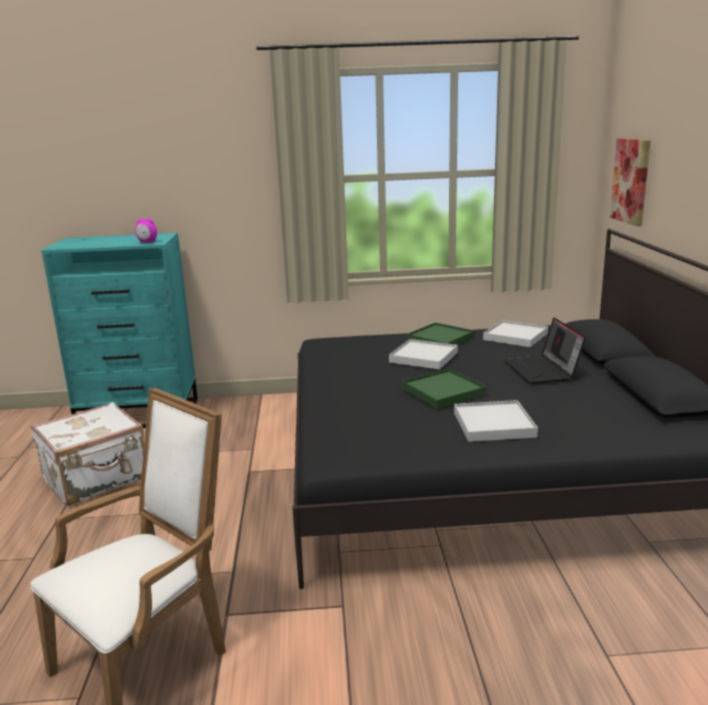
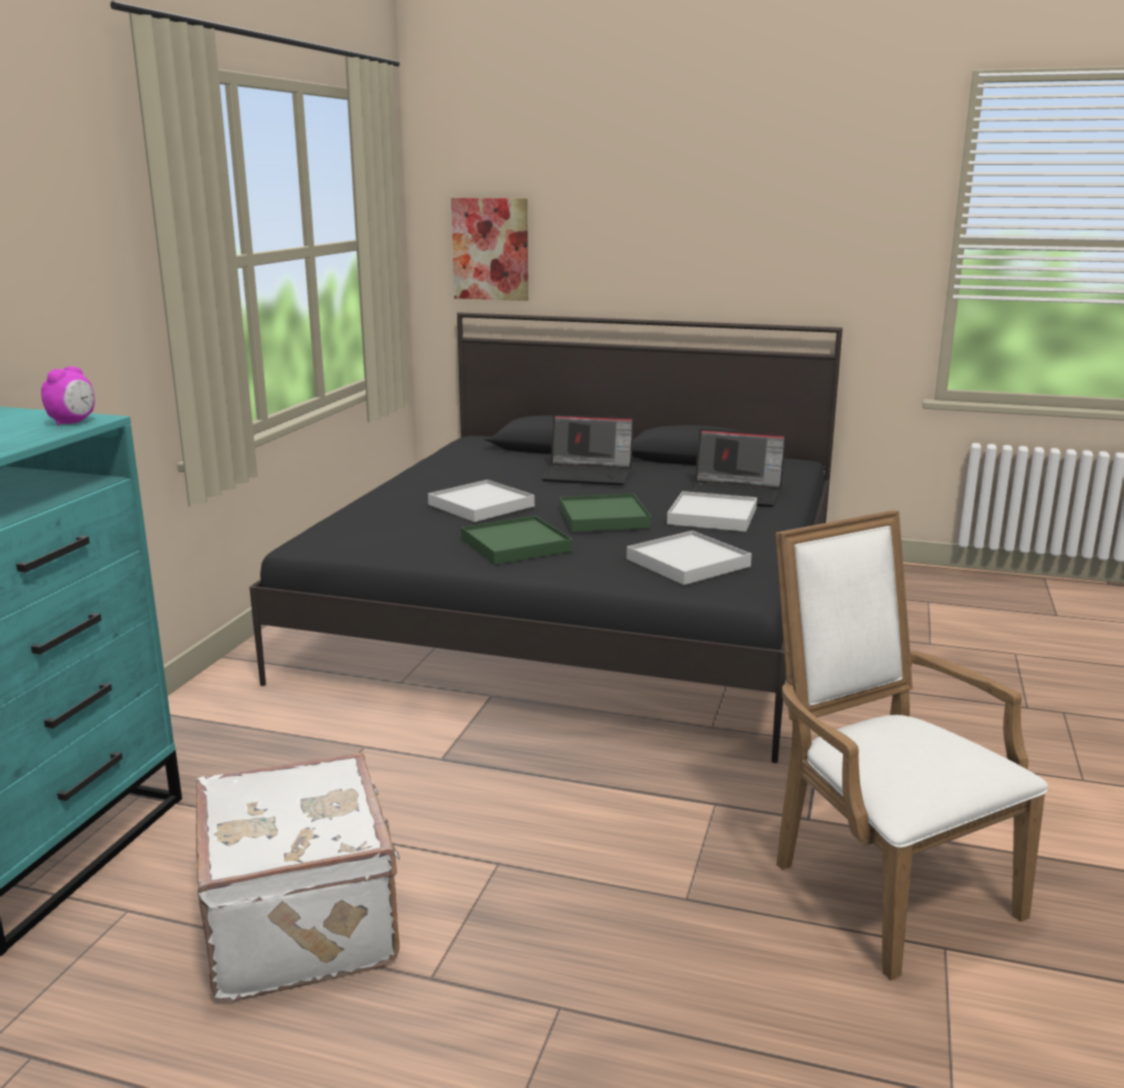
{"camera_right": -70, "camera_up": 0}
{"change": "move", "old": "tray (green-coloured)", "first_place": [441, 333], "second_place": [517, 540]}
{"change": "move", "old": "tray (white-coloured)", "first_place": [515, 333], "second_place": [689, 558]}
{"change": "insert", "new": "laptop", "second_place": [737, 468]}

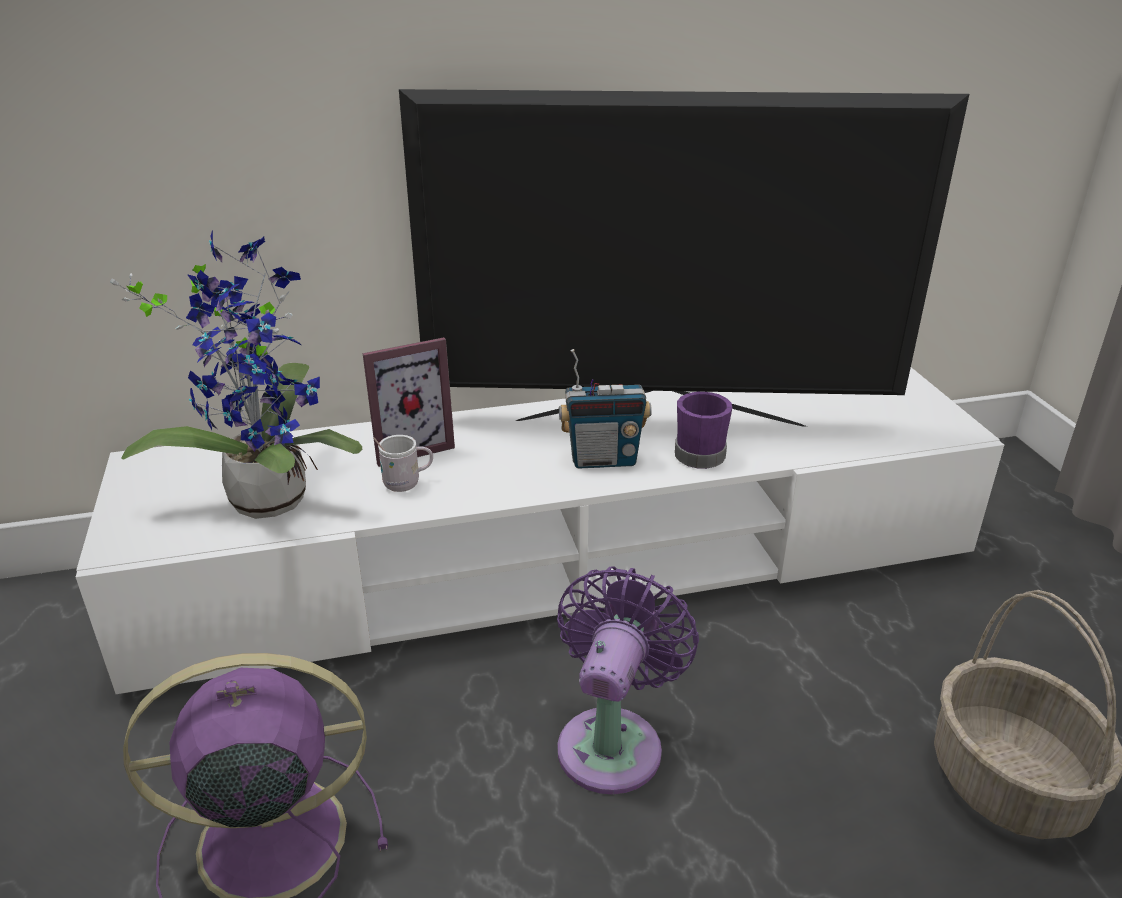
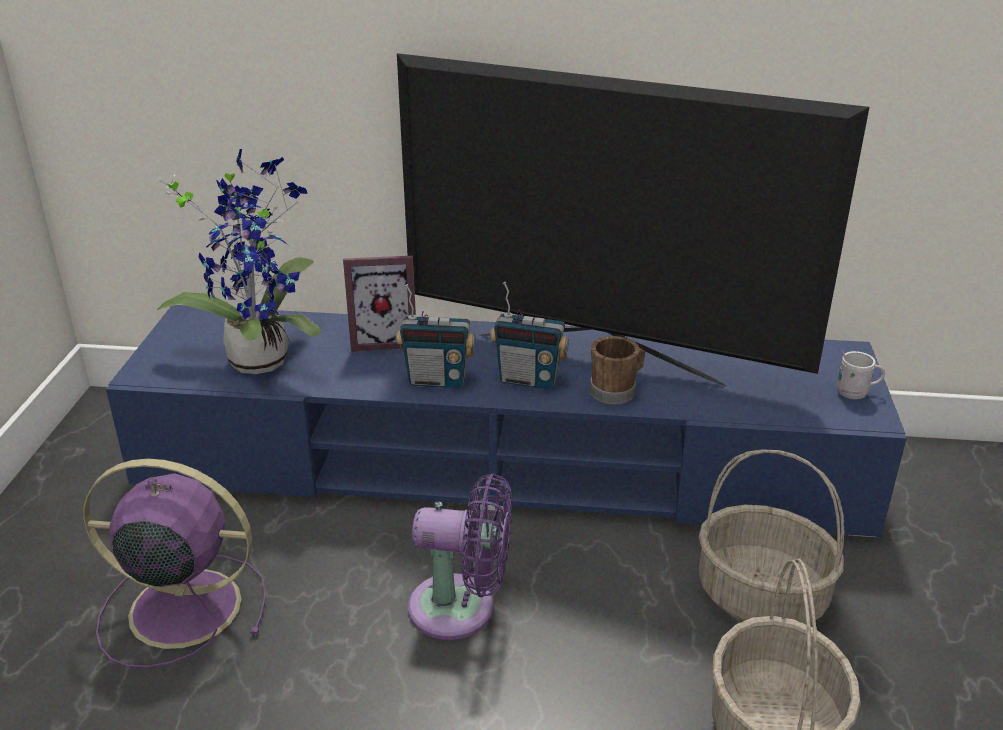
{"camera_right": 20, "camera_up": 0}
{"change": "recolor", "old": "tv stand (white-coloured)", "new": "tv stand (blue)", "first_place": [540, 530], "second_place": [506, 421]}
{"change": "insert", "new": "radio", "second_place": [435, 336]}
{"change": "rotate", "old": "cooling fan (purplish)", "first_place": [628, 680], "second_place": [460, 557], "degrees": 60}
{"change": "recolor", "old": "tea mug (purplish)", "new": "tea mug (brownish)", "first_place": [703, 430], "second_place": [617, 370]}
{"change": "insert", "new": "basket", "second_place": [771, 536]}
{"change": "move", "old": "tea mug (white-coloured)", "first_place": [403, 463], "second_place": [861, 375]}

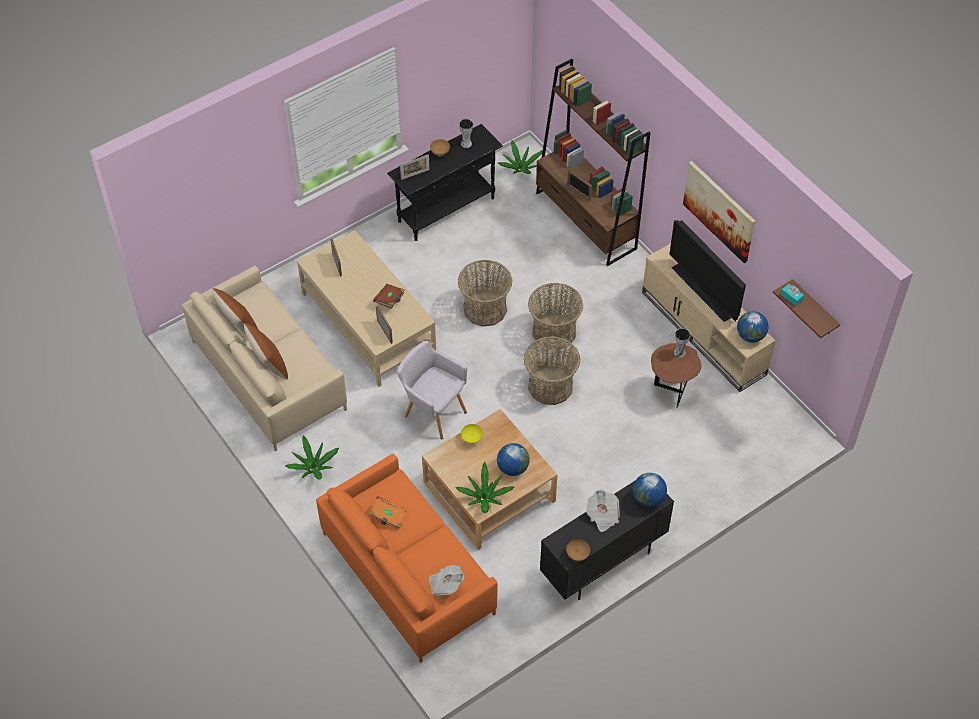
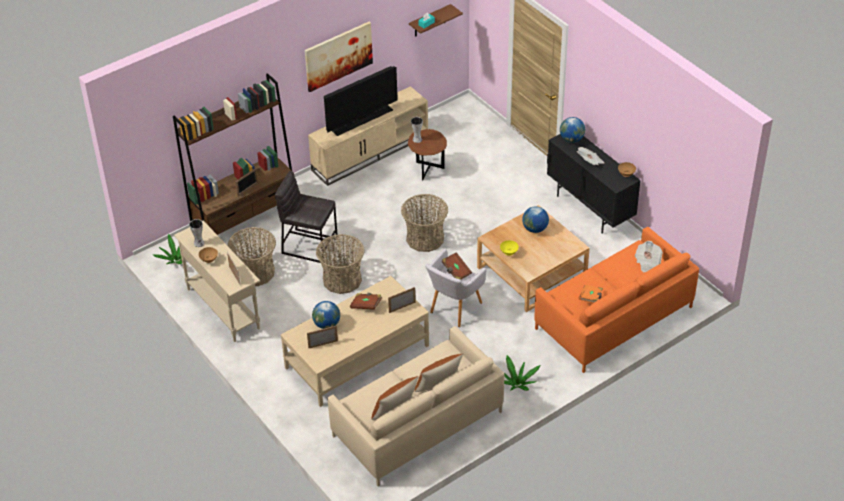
{"camera_right": -90, "camera_up": -10}
{"change": "recolor", "old": "console table (black-coloured)", "new": "console table (sand-coloured)", "first_place": [445, 182], "second_place": [217, 281]}
{"change": "move", "old": "basket", "first_place": [555, 316], "second_place": [252, 256]}
{"change": "insert", "new": "stool (grey)", "second_place": [306, 217]}
{"change": "move", "old": "world globe", "first_place": [753, 326], "second_place": [326, 315]}
{"change": "insert", "new": "volume (brownish)", "second_place": [457, 265]}
{"change": "delete", "old": "houseplant", "first_place": [485, 487]}

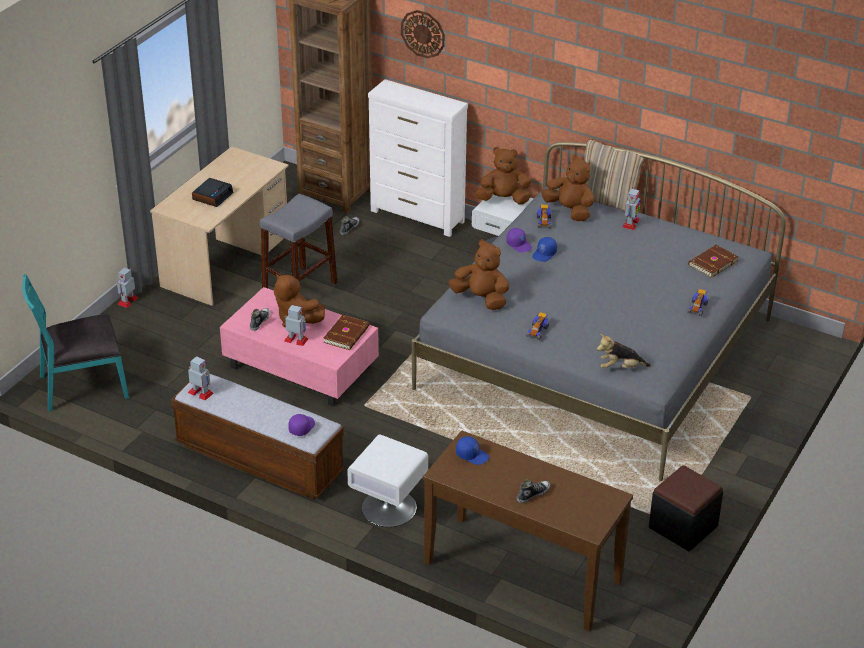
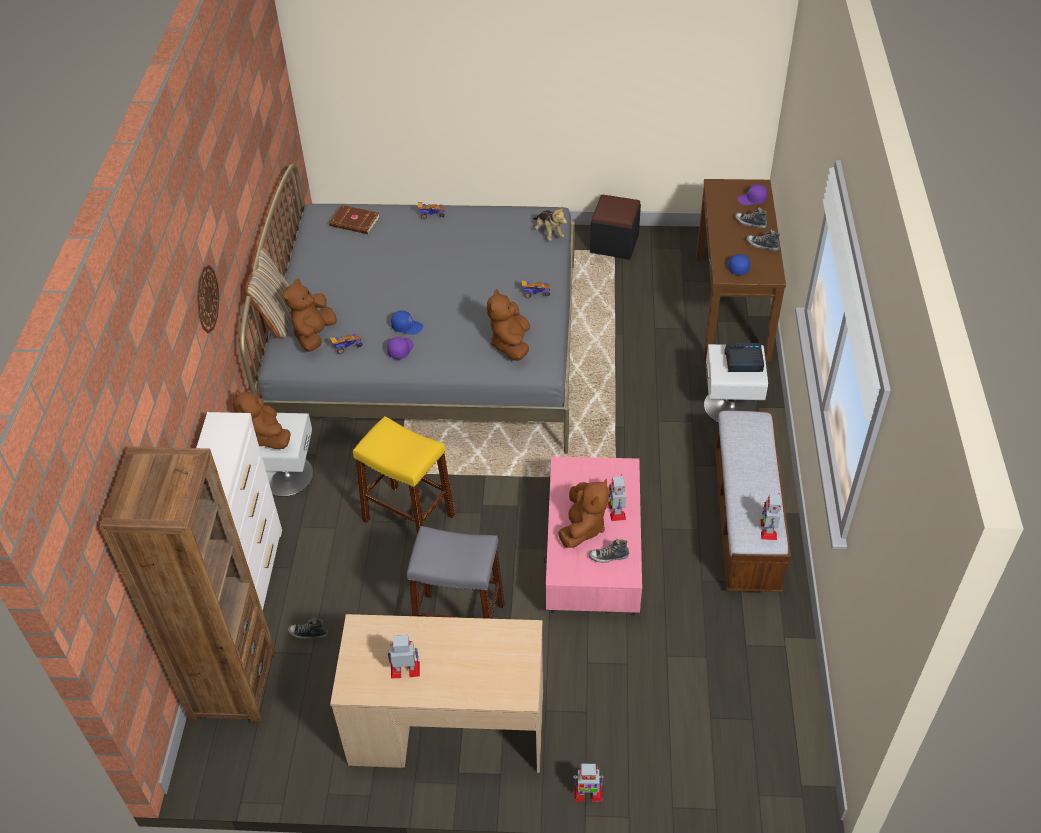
{"camera_right": -115, "camera_up": 10}
{"change": "move", "old": "clock on the wall", "first_place": [423, 34], "second_place": [208, 299]}
{"change": "insert", "new": "stool (yellowish)", "second_place": [404, 475]}
{"change": "move", "old": "model robot", "first_place": [631, 208], "second_place": [403, 657]}
{"change": "move", "old": "alarm clock", "first_place": [212, 192], "second_place": [744, 357]}
{"change": "move", "old": "baseball cap (purplish)", "first_place": [301, 425], "second_place": [752, 194]}
{"change": "insert", "new": "low shoe", "second_place": [763, 240]}
{"change": "delete", "old": "chair (blue-green)", "first_place": [75, 343]}
{"change": "delete", "old": "volume (brownish)", "first_place": [346, 332]}

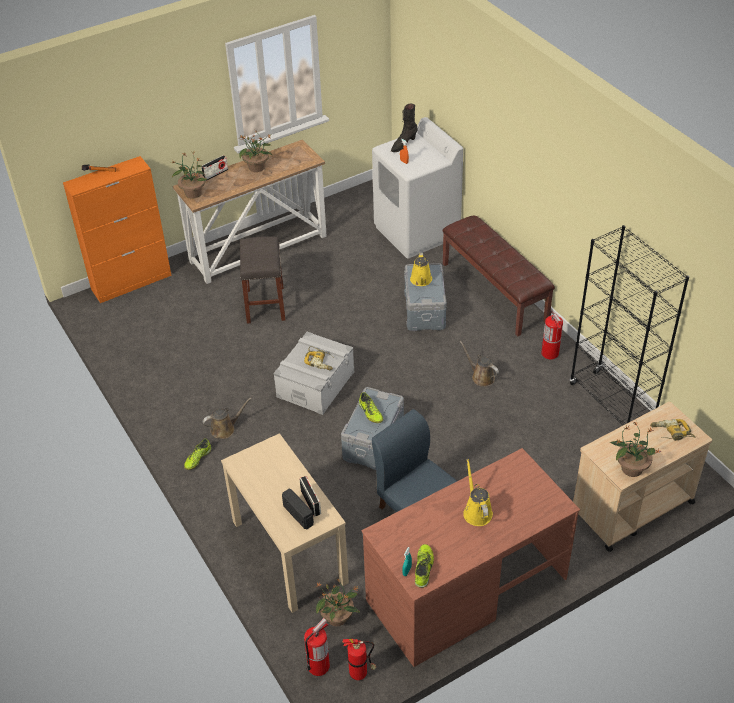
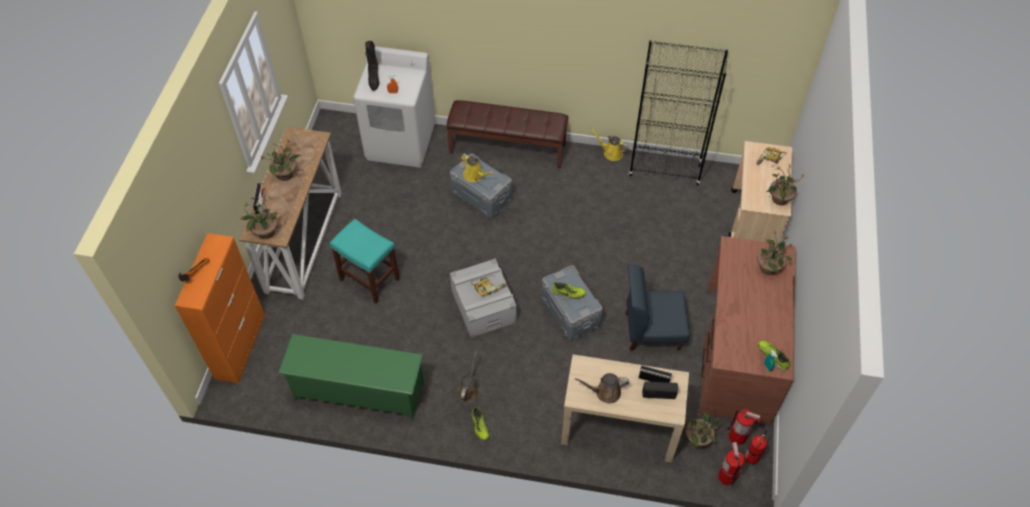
{"camera_right": -50, "camera_up": 10}
{"change": "insert", "new": "shoe stand (green-coloured)", "second_place": [351, 377]}
{"change": "recolor", "old": "stool (grey)", "new": "stool (blue-green)", "first_place": [262, 280], "second_place": [365, 261]}
{"change": "move", "old": "watering can (brownish)", "first_place": [479, 364], "second_place": [602, 388]}
{"change": "move", "old": "watering can (yellowish)", "first_place": [478, 492], "second_place": [609, 144]}
{"change": "move", "old": "extinguisher", "first_place": [552, 334], "second_place": [744, 427]}
{"change": "insert", "new": "houseplant", "second_place": [775, 253]}

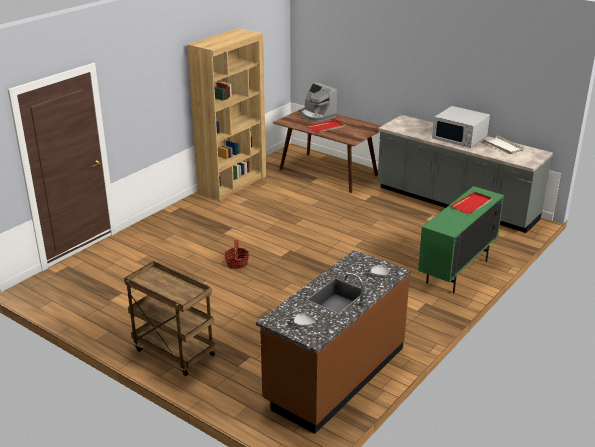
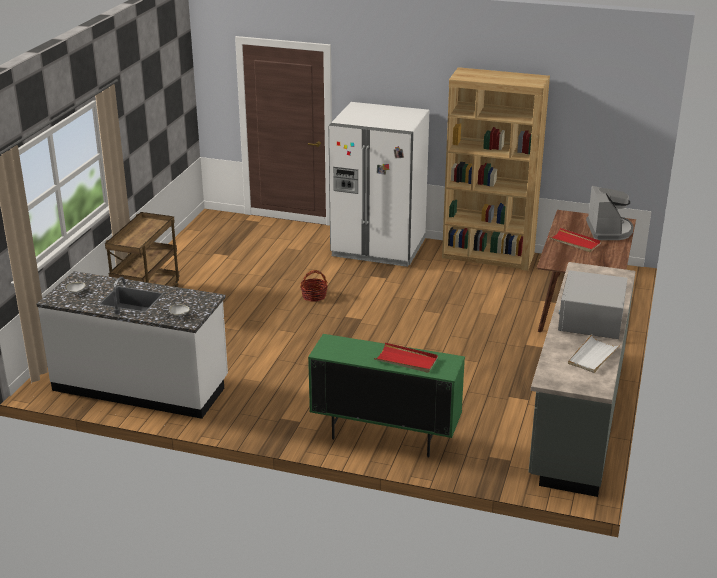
{"camera_right": 70, "camera_up": 0}
{"change": "recolor", "old": "counter (brownish)", "new": "counter (white-coloured)", "first_place": [333, 342], "second_place": [132, 345]}
{"change": "insert", "new": "kitchen fridge (white-coloured)", "second_place": [378, 184]}
{"change": "rotate", "old": "coffee machine", "first_place": [319, 102], "second_place": [610, 213], "degrees": 150}

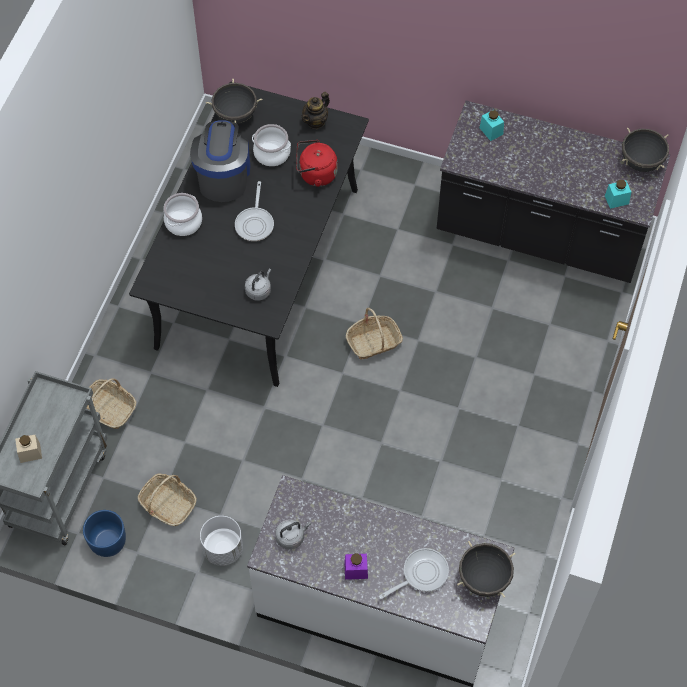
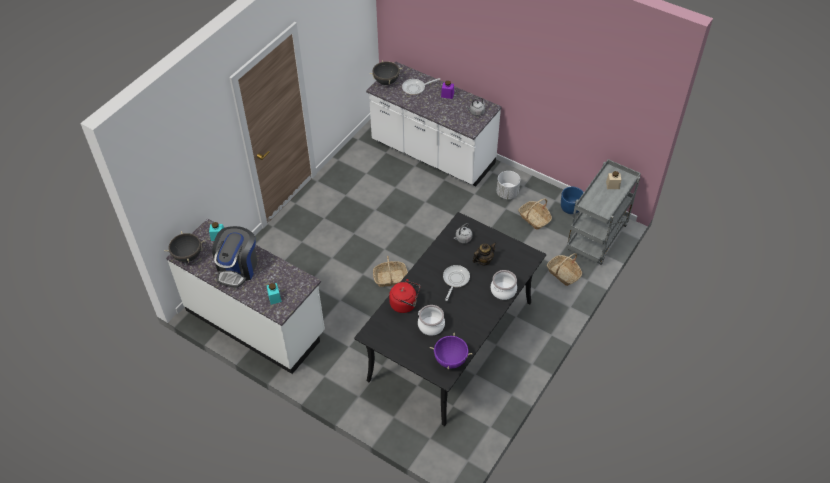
{"camera_right": -165, "camera_up": -10}
{"change": "recolor", "old": "counter (black-coloured)", "new": "counter (white-coloured)", "first_place": [553, 192], "second_place": [245, 296]}
{"change": "move", "old": "coffee machine", "first_place": [220, 161], "second_place": [235, 257]}
{"change": "recolor", "old": "cooking pot (black-coloured)", "new": "cooking pot (purplish)", "first_place": [234, 101], "second_place": [451, 351]}
{"change": "move", "old": "teapot", "first_place": [315, 110], "second_place": [484, 254]}

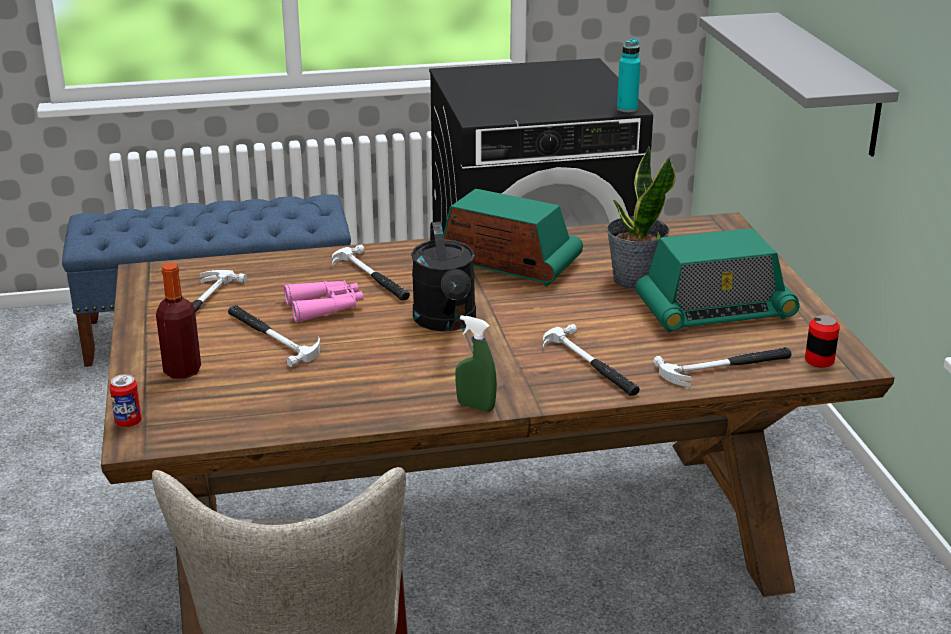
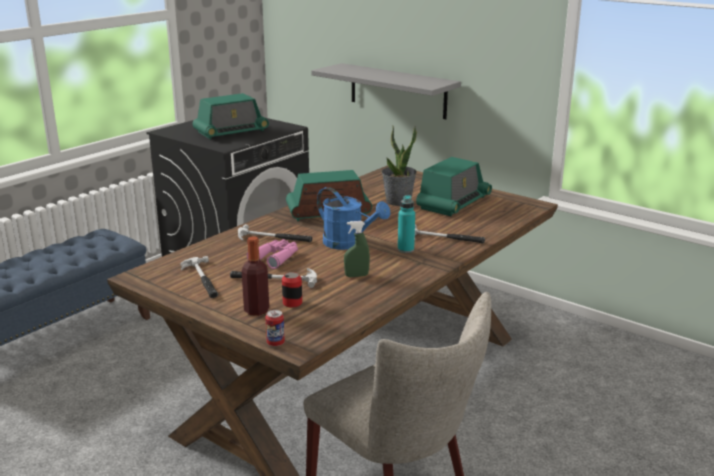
{"camera_right": -40, "camera_up": -5}
{"change": "insert", "new": "radio", "second_place": [230, 116]}
{"change": "move", "old": "sealed can", "first_place": [822, 341], "second_place": [292, 290]}
{"change": "recolor", "old": "watering can (black-coloured)", "new": "watering can (blue)", "first_place": [443, 276], "second_place": [353, 218]}
{"change": "move", "old": "spray bottle (green-coloured)", "first_place": [476, 363], "second_place": [357, 249]}
{"change": "move", "old": "drink bottle (blue-green)", "first_place": [629, 75], "second_place": [406, 224]}
{"change": "delete", "old": "hand hammer", "first_place": [722, 367]}

